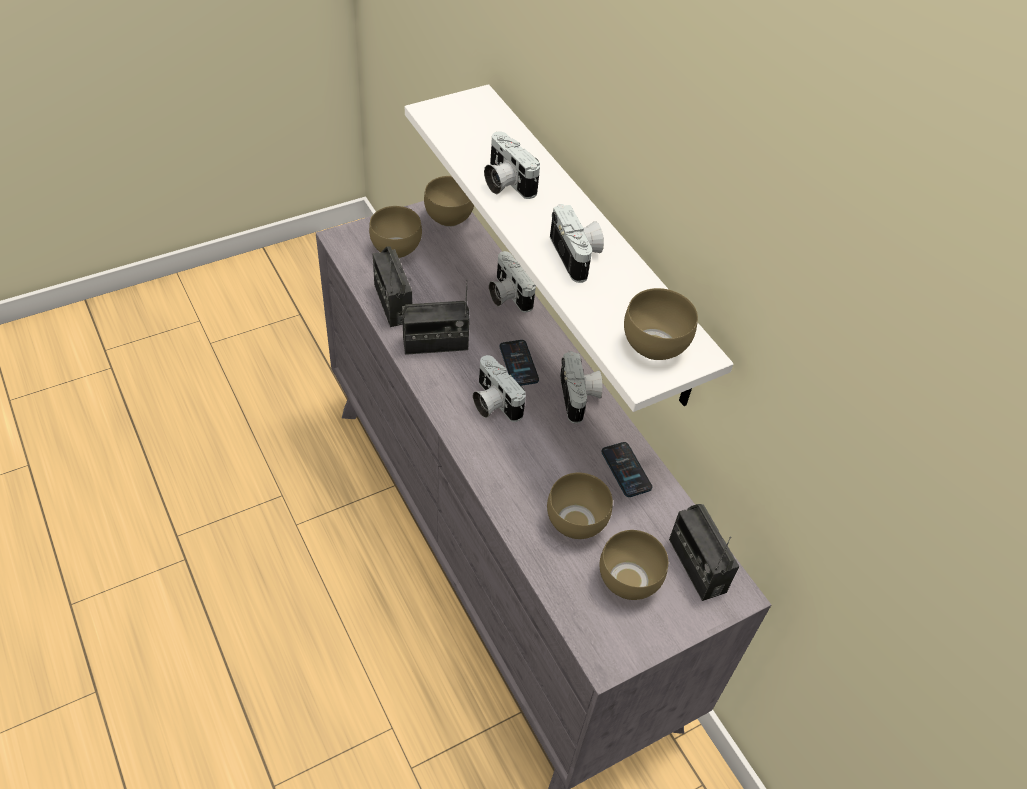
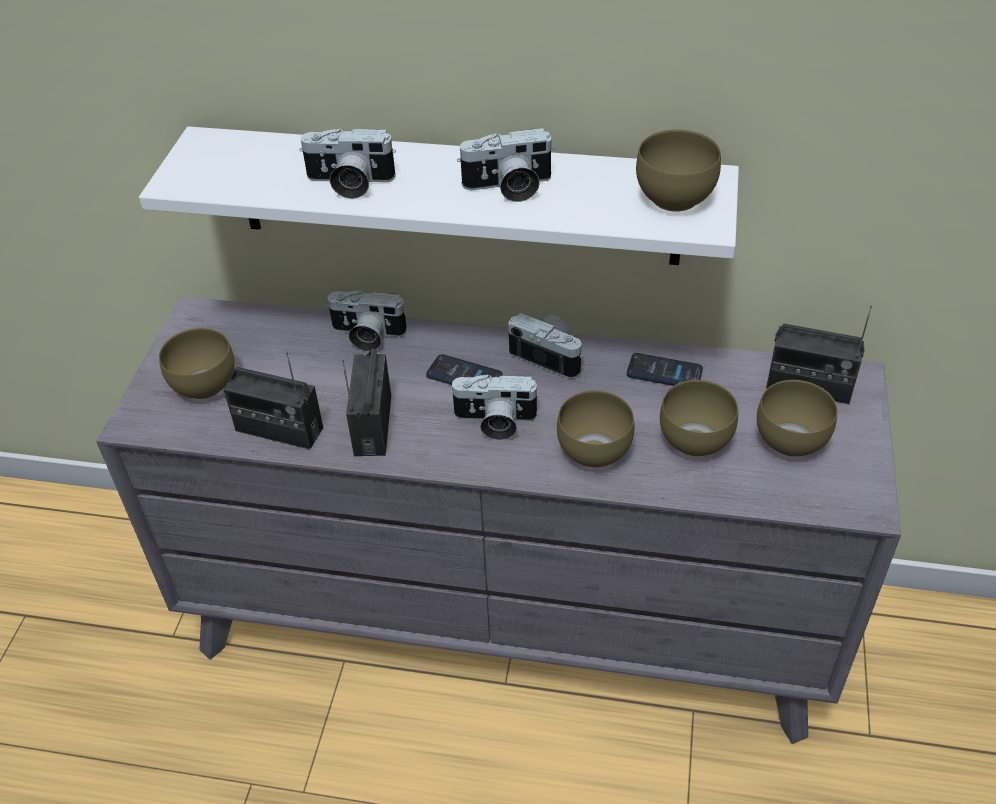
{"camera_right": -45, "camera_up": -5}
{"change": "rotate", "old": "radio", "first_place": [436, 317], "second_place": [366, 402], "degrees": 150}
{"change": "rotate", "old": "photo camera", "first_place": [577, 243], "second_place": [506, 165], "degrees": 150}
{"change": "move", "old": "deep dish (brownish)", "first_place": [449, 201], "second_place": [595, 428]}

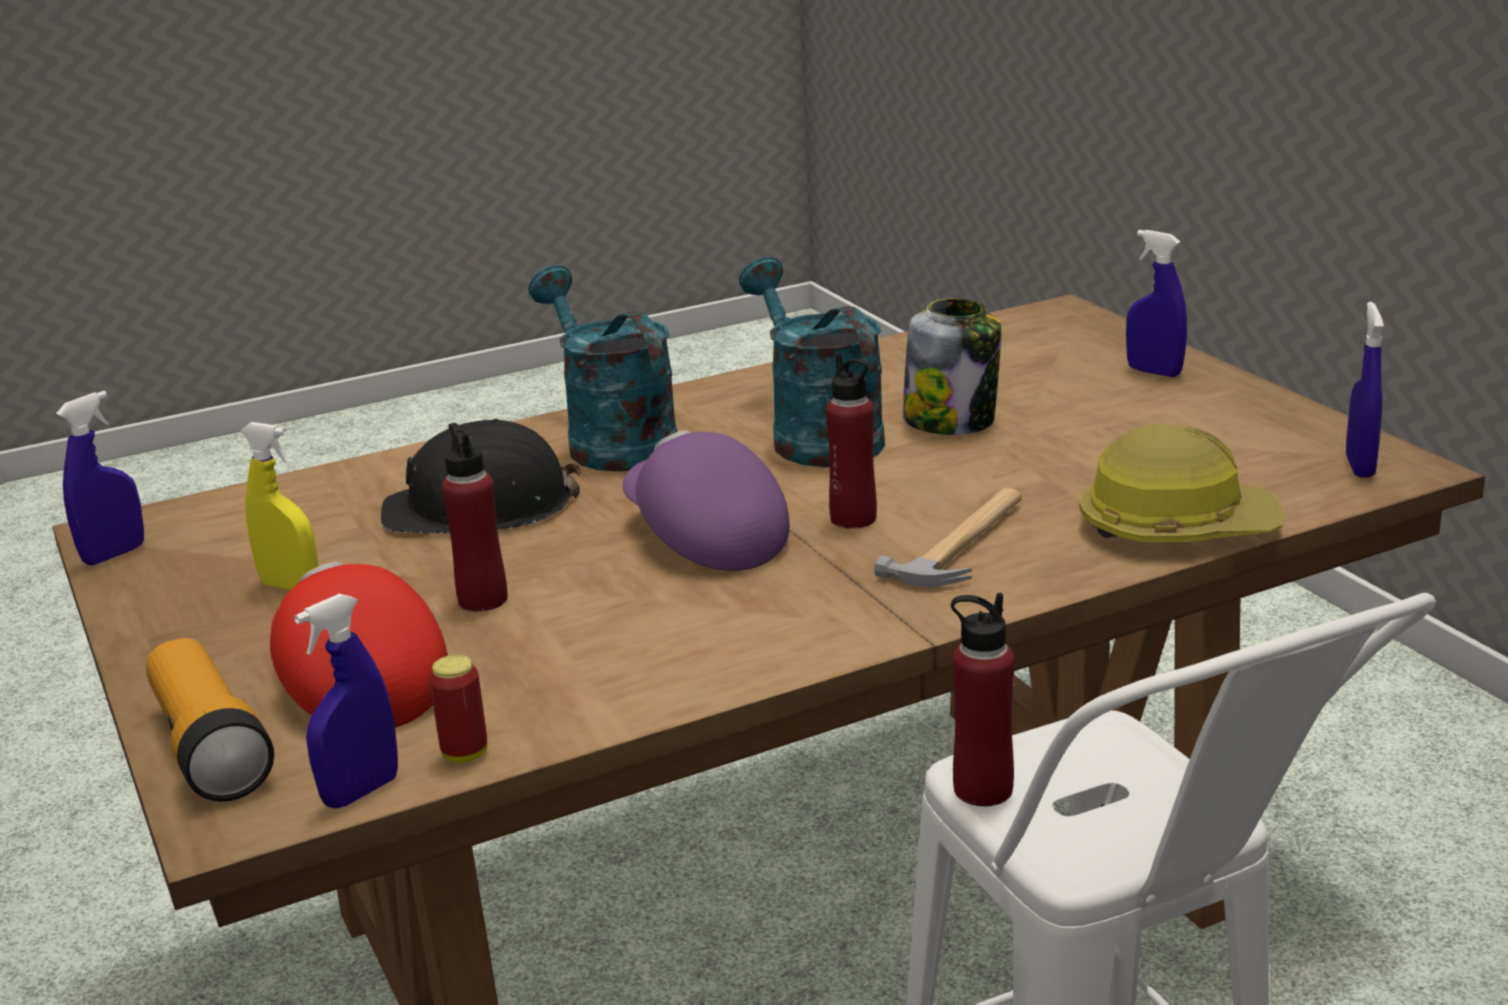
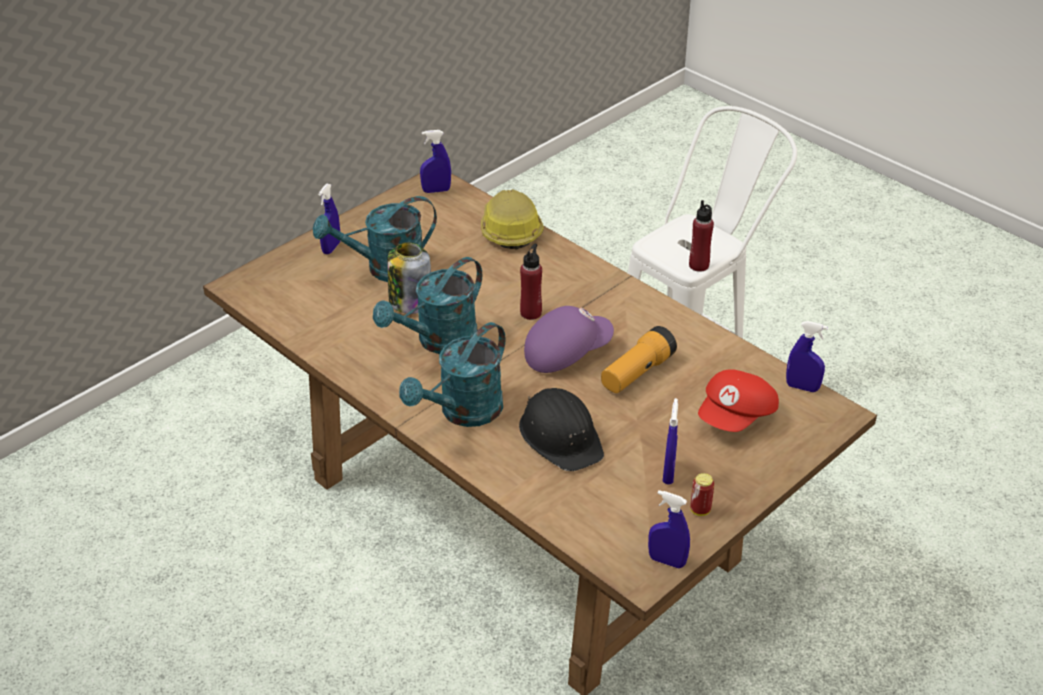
{"camera_right": -110, "camera_up": 15}
{"change": "insert", "new": "watering can (blue-green)", "second_place": [375, 239]}
{"change": "rotate", "old": "baseball cap (purplish)", "first_place": [706, 500], "second_place": [569, 339], "degrees": -150}
{"change": "move", "old": "hand torch", "first_place": [210, 720], "second_place": [639, 359]}
{"change": "recolor", "old": "spray bottle (yellowish)", "new": "spray bottle (blue)", "first_place": [279, 506], "second_place": [670, 441]}
{"change": "move", "old": "sealed can", "first_place": [458, 708], "second_place": [702, 494]}
{"change": "delete", "old": "drink bottle (red)", "first_place": [475, 517]}
{"change": "delete", "old": "hand hammer", "first_place": [948, 537]}

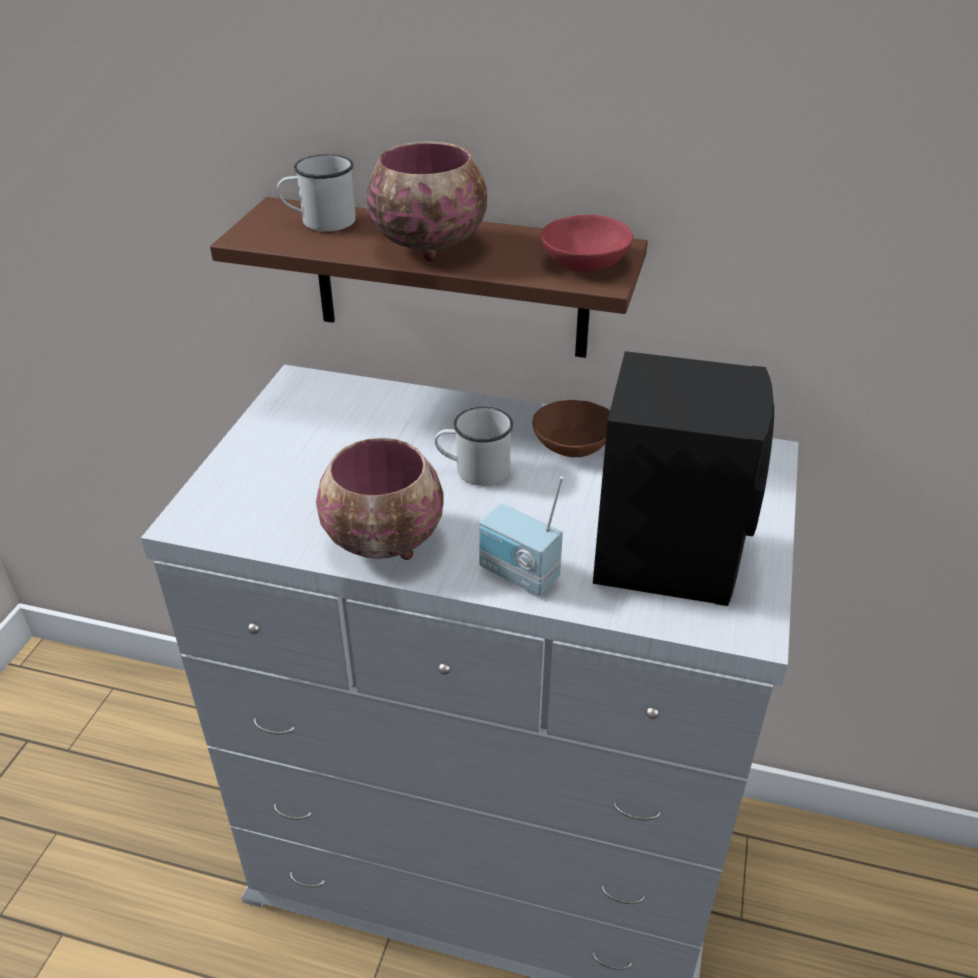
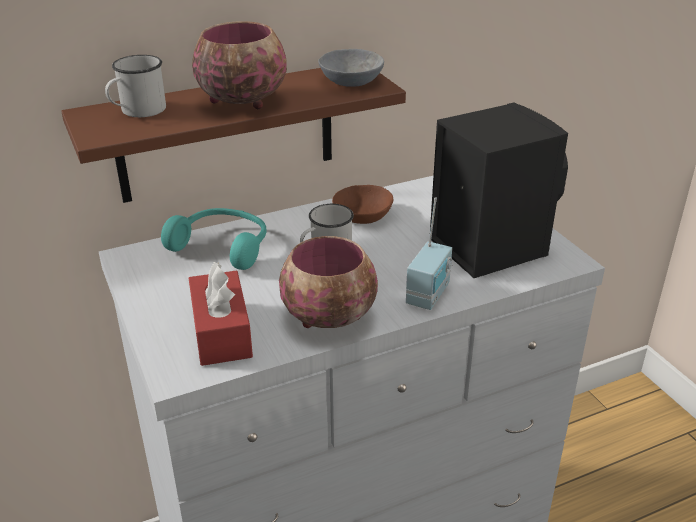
{"camera_right": -40, "camera_up": -5}
{"change": "insert", "new": "headphones (blue-green)", "second_place": [214, 239]}
{"change": "insert", "new": "tissue box (red)", "second_place": [221, 314]}
{"change": "recolor", "old": "deep dish (red)", "new": "deep dish (grey)", "first_place": [587, 243], "second_place": [351, 68]}
{"change": "rotate", "old": "radio", "first_place": [521, 536], "second_place": [429, 254], "degrees": -60}

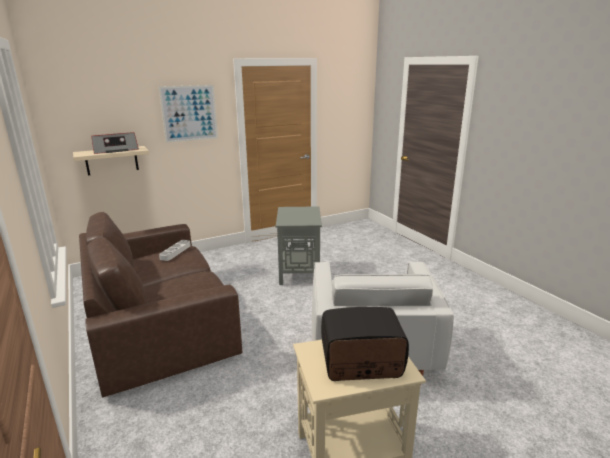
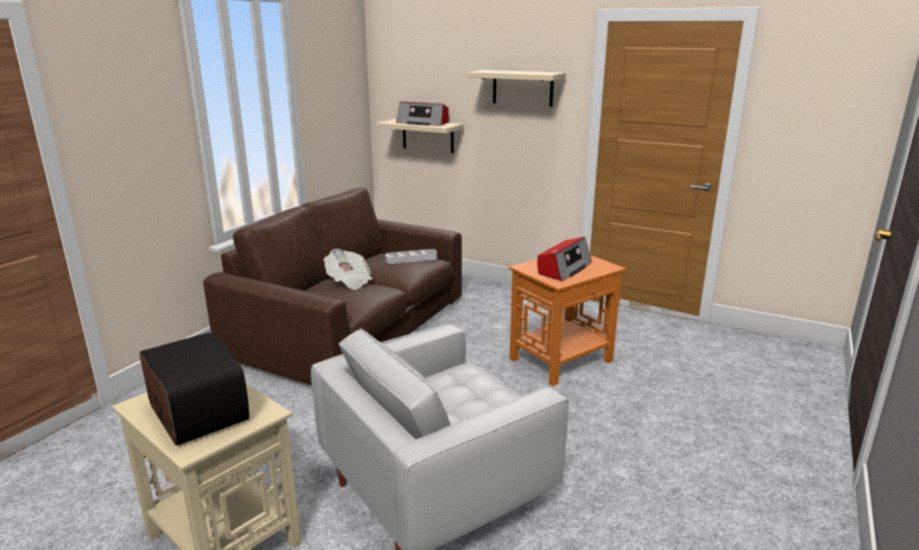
{"camera_right": 55, "camera_up": 0}
{"change": "insert", "new": "printed paper", "second_place": [348, 269]}
{"change": "replace", "old": "picture", "new": "bracket shelf (sand-coloured)", "first_place": [188, 114], "second_place": [516, 88]}
{"change": "recolor", "old": "end table (grey)", "new": "end table (orangey)", "first_place": [298, 245], "second_place": [567, 320]}
{"change": "insert", "new": "radio", "second_place": [564, 259]}

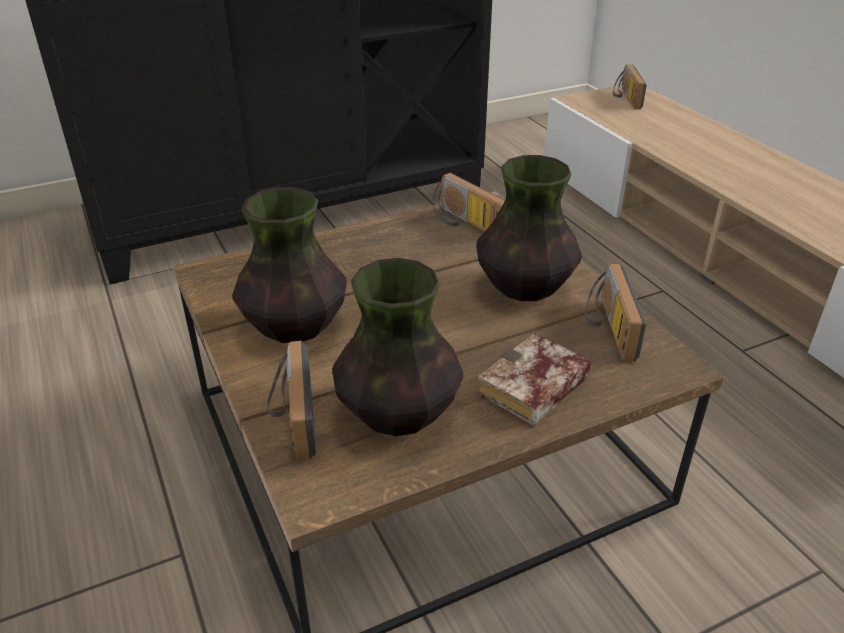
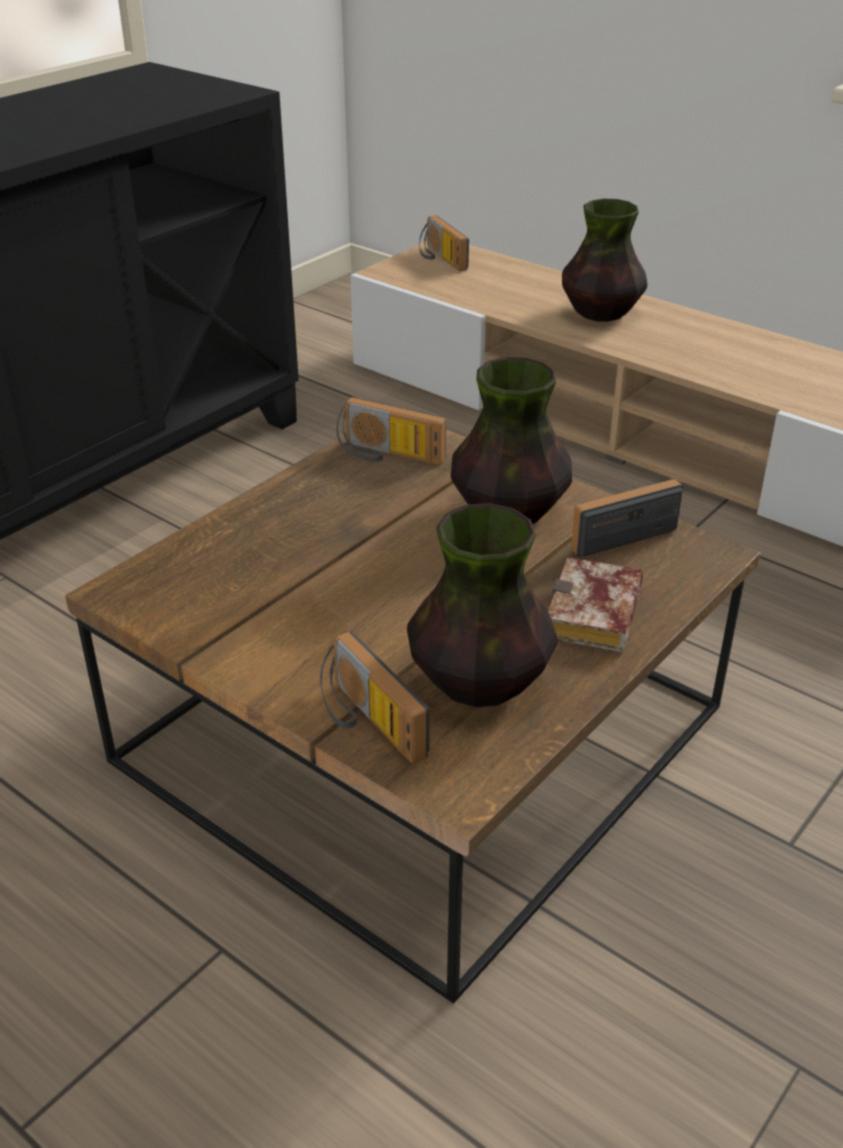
{"camera_right": -25, "camera_up": 0}
{"change": "move", "old": "flower vase", "first_place": [289, 265], "second_place": [604, 260]}
{"change": "rotate", "old": "radio", "first_place": [616, 312], "second_place": [627, 518], "degrees": 90}

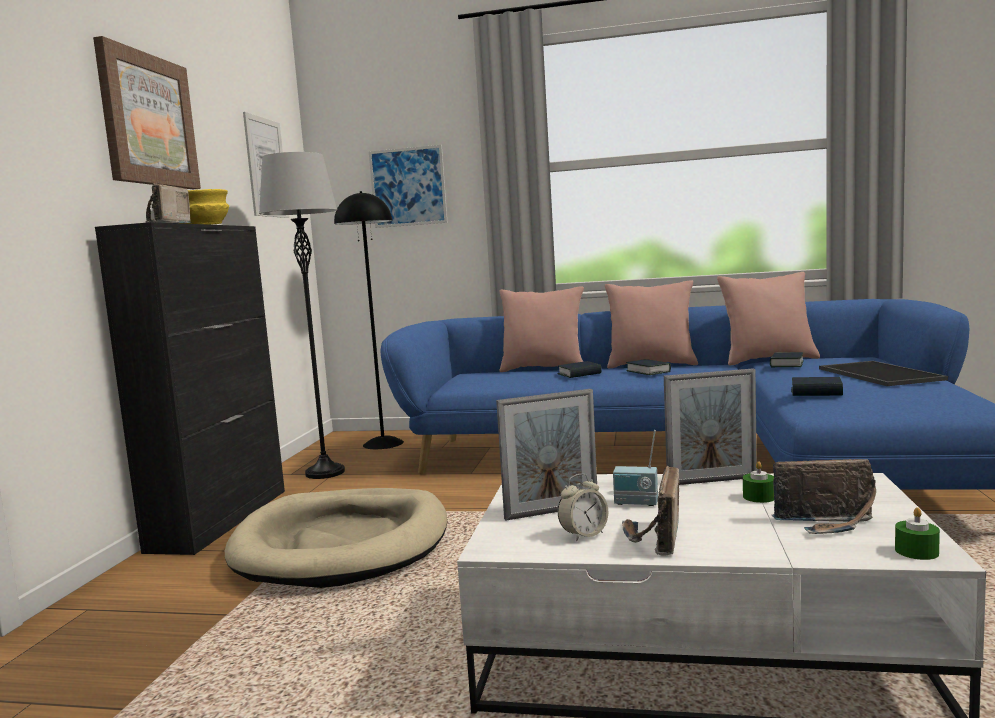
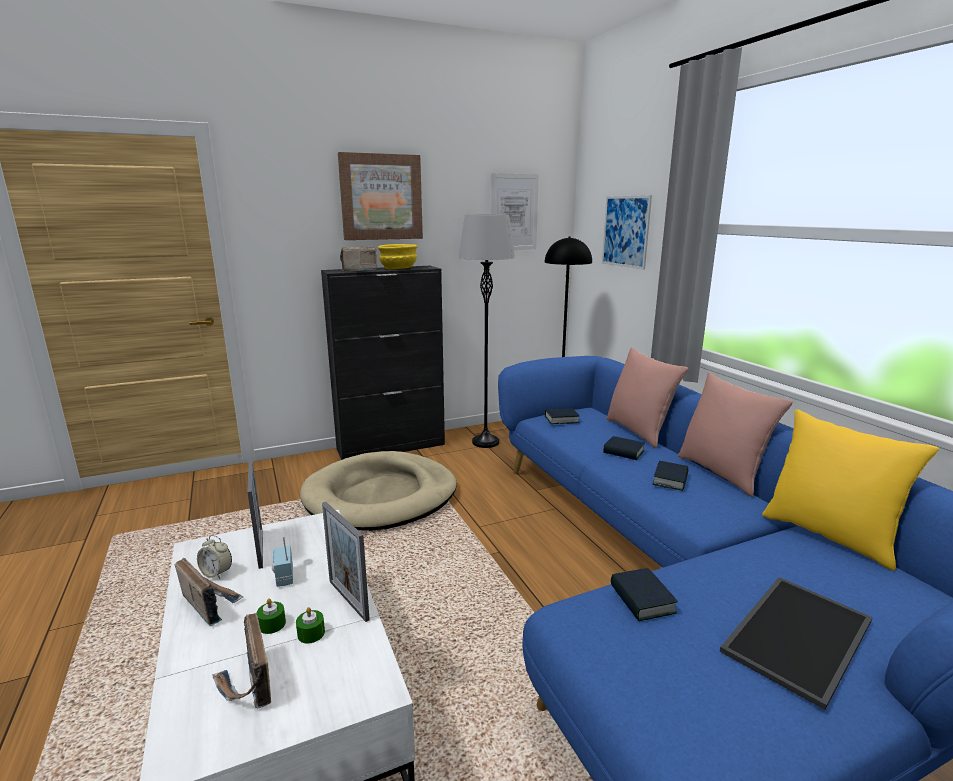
{"camera_right": 55, "camera_up": 10}
{"change": "rotate", "old": "radio", "first_place": [650, 511], "second_place": [208, 592], "degrees": 60}
{"change": "rotate", "old": "standing frame", "first_place": [547, 455], "second_place": [255, 515], "degrees": -150}
{"change": "move", "old": "wax light (green-coloured)", "first_place": [917, 533], "second_place": [271, 616]}
{"change": "move", "old": "volume", "first_place": [787, 359], "second_place": [562, 416]}
{"change": "recolor", "old": "throw pillow (pinkish)", "new": "throw pillow (yellowish)", "first_place": [768, 319], "second_place": [850, 490]}

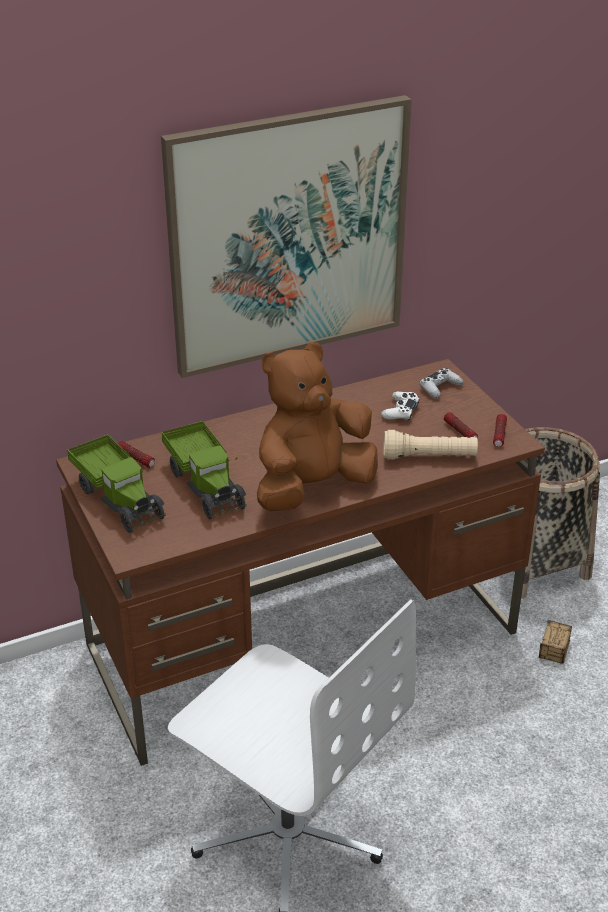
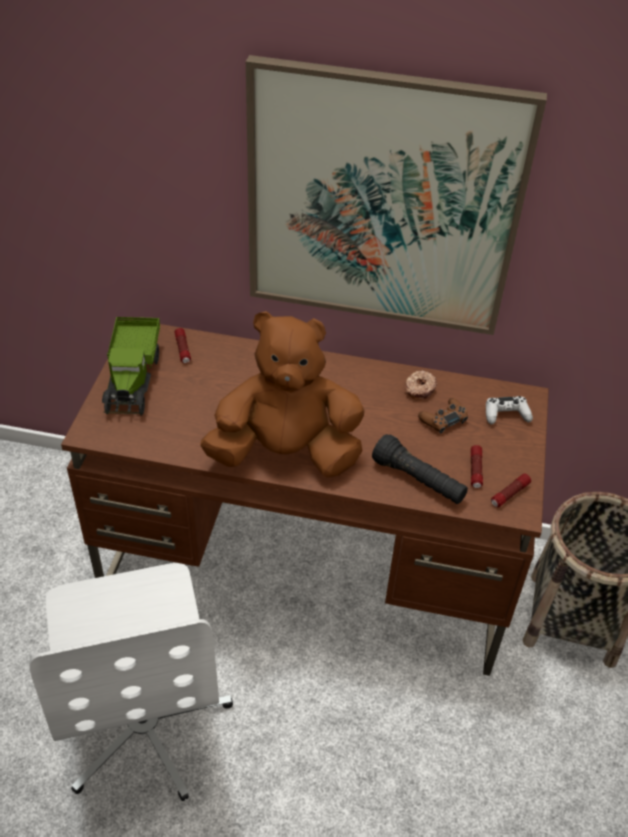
{"camera_right": 35, "camera_up": 10}
{"change": "recolor", "old": "hand torch (sand-coloured)", "new": "hand torch (black-coloured)", "first_place": [431, 445], "second_place": [420, 469]}
{"change": "insert", "new": "donut", "second_place": [421, 385]}
{"change": "recolor", "old": "game controller (white-coloured)", "new": "game controller (brownish)", "first_place": [400, 406], "second_place": [443, 416]}
{"change": "delete", "old": "toy lorry", "first_place": [204, 470]}
{"change": "delete", "old": "storage bin", "first_place": [555, 642]}

